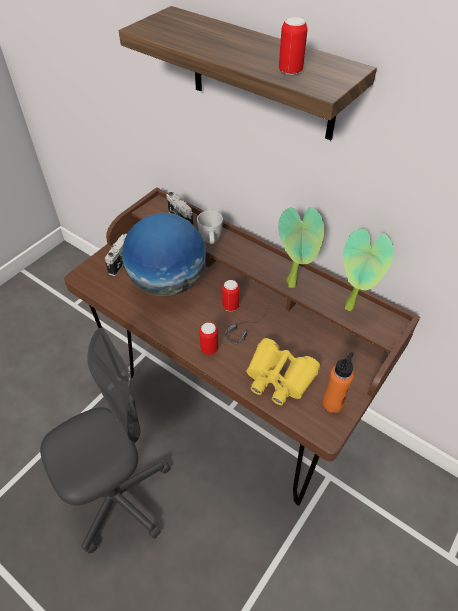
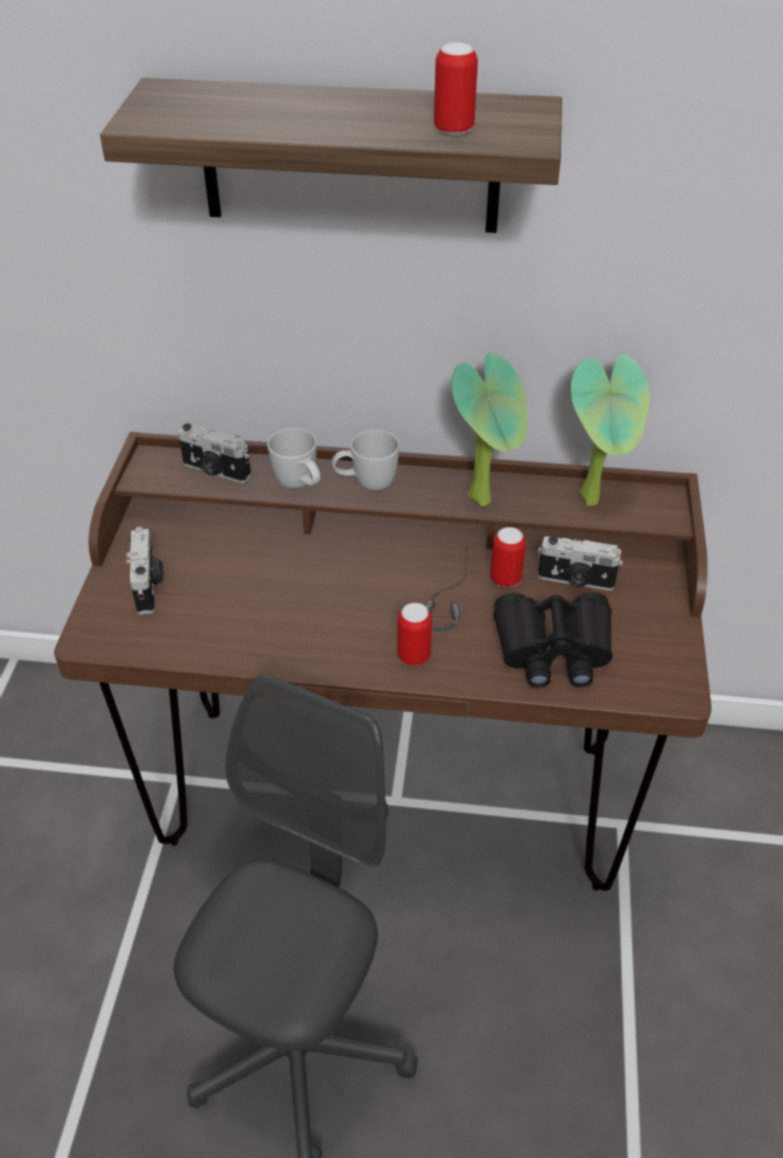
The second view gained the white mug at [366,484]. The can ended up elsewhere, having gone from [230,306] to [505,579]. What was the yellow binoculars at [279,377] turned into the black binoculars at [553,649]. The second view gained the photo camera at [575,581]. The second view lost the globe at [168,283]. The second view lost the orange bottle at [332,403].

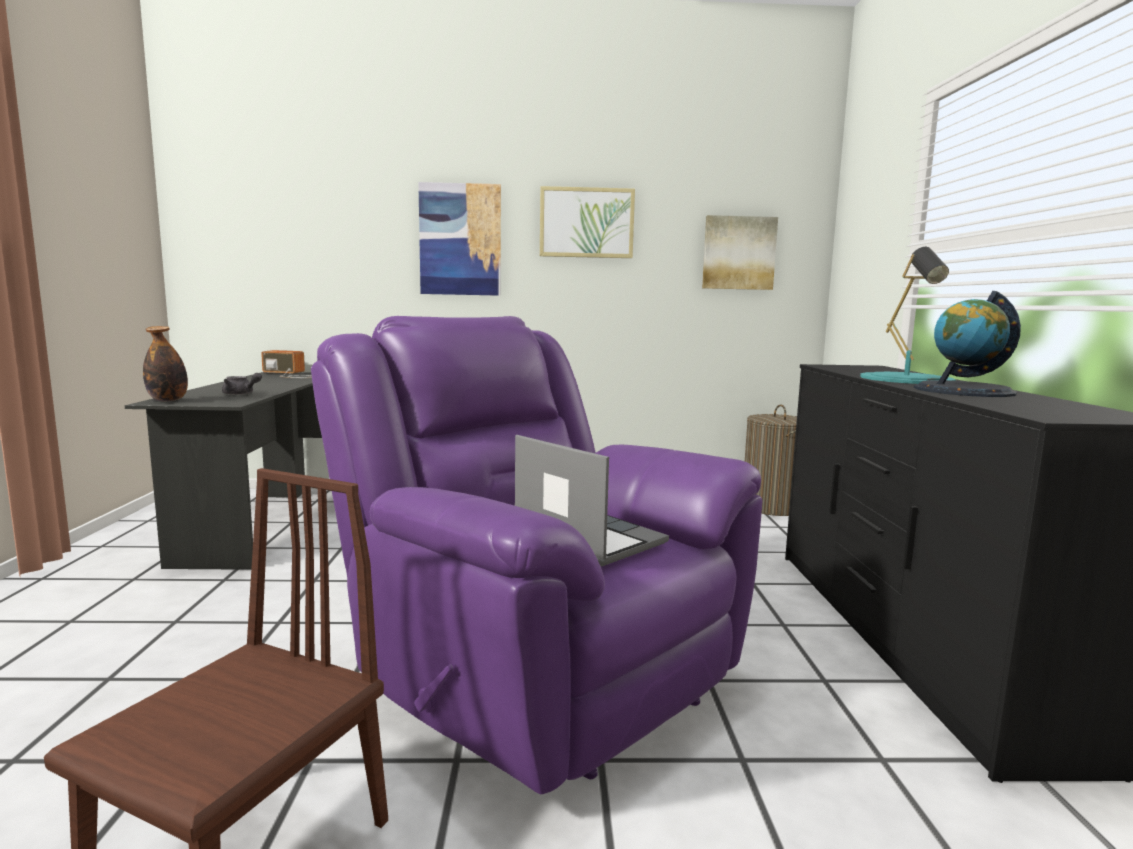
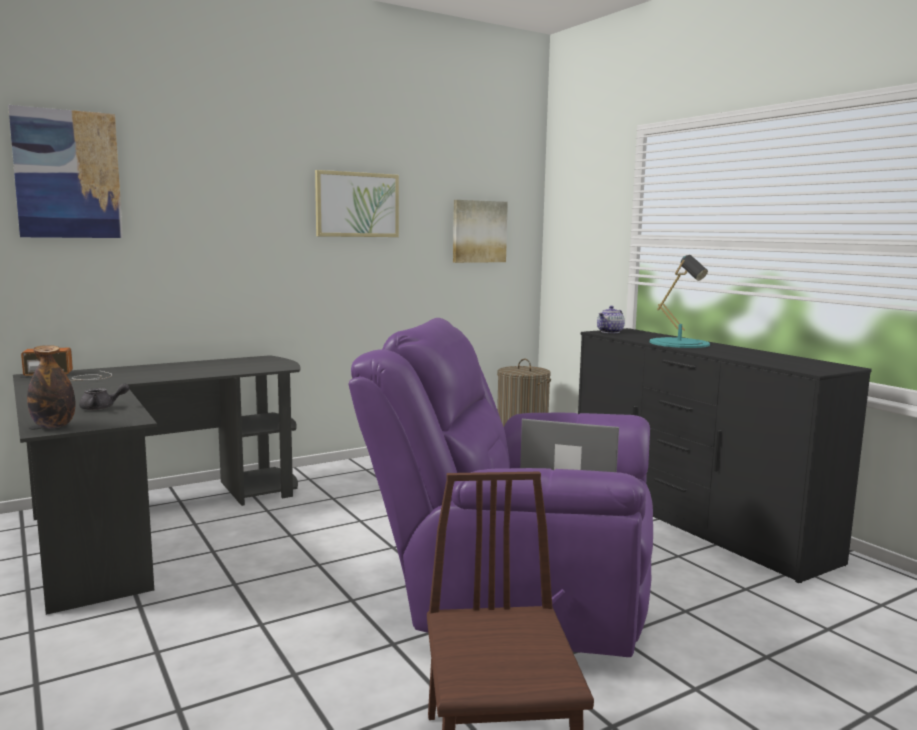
The picture ended up elsewhere, having gone from [460,240] to [67,174]. The second view gained the teapot at [610,332]. The second view lost the globe at [963,390].

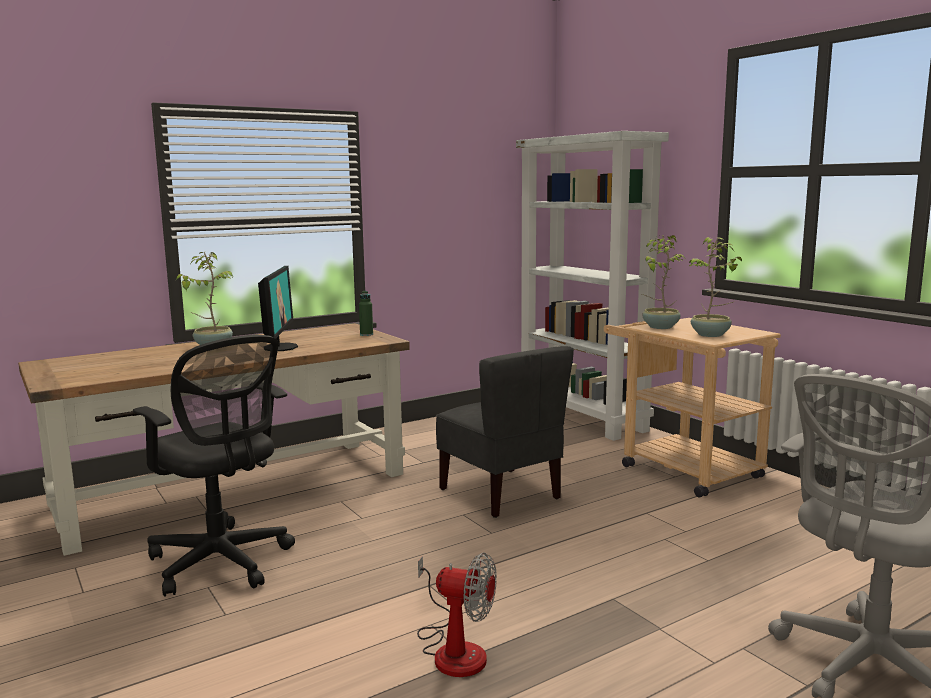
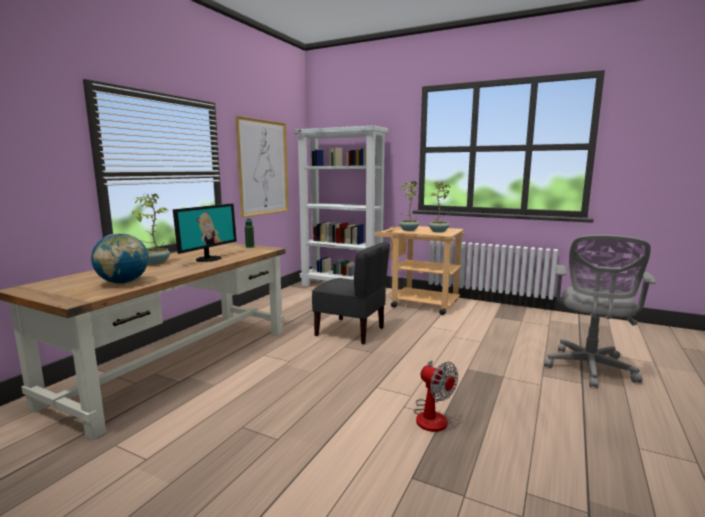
The second view gained the globe at [123,283]. The monitor at [279,347] ended up facing another way, 60 degrees clockwise from before. The second view gained the picture at [263,167]. The fan at [454,649] ended up facing another way, 60 degrees clockwise from before. The second view lost the black office chair at [222,563].

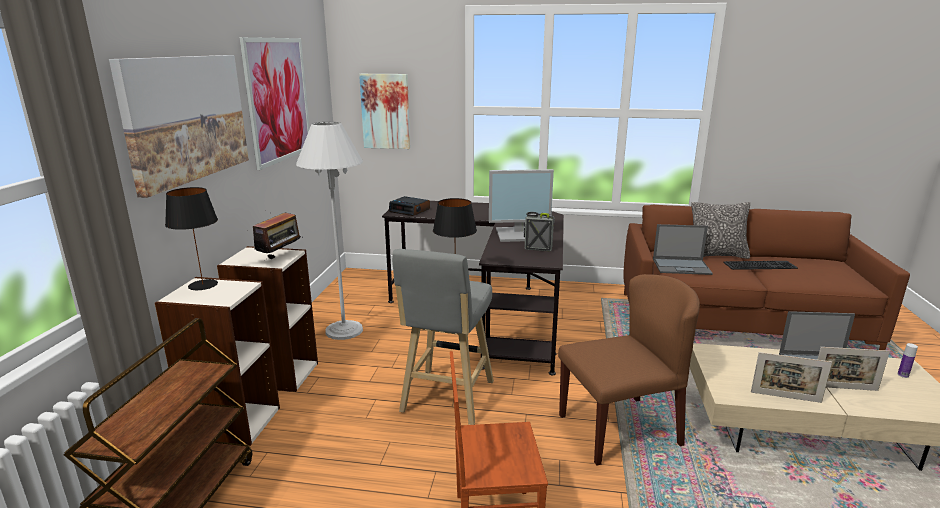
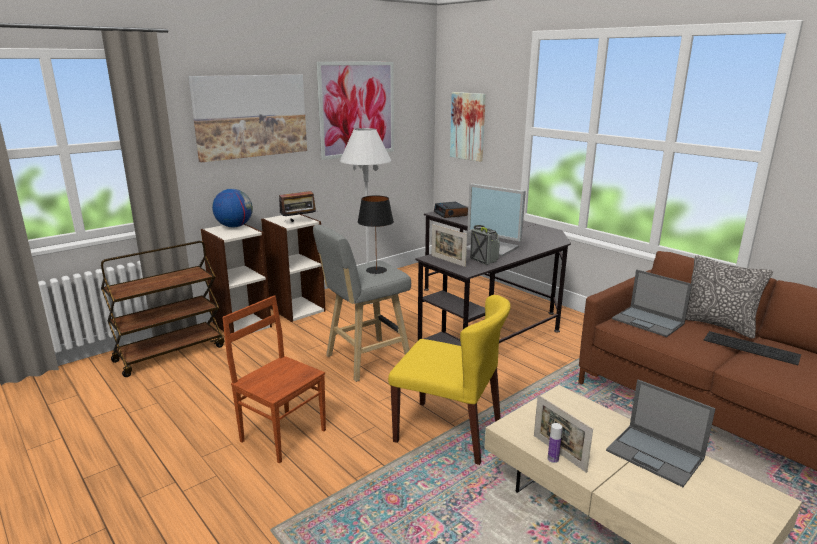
Where the black table lamp stood at [202,285], the globe came to stand at [234,226]. What was the brown chair at [619,429] turned into the yellow chair at [449,431]. The picture frame ended up elsewhere, having gone from [844,388] to [448,261]. The bottle ended up elsewhere, having gone from [903,375] to [553,459].

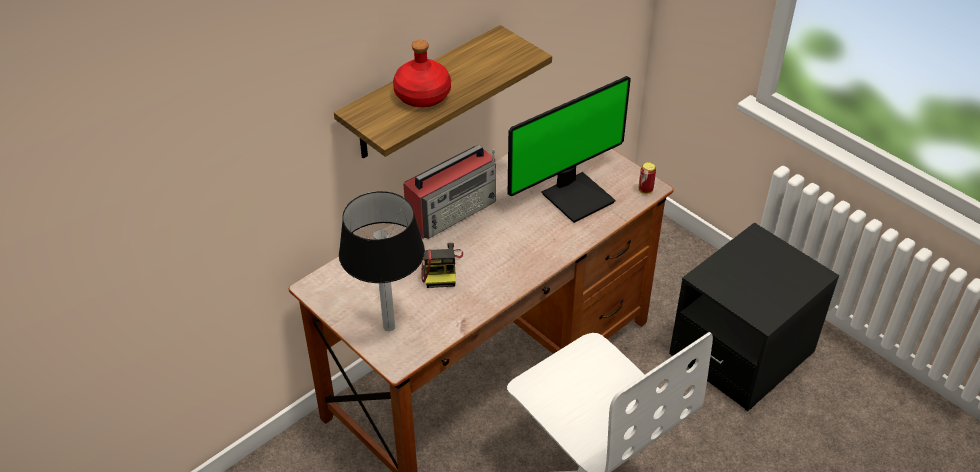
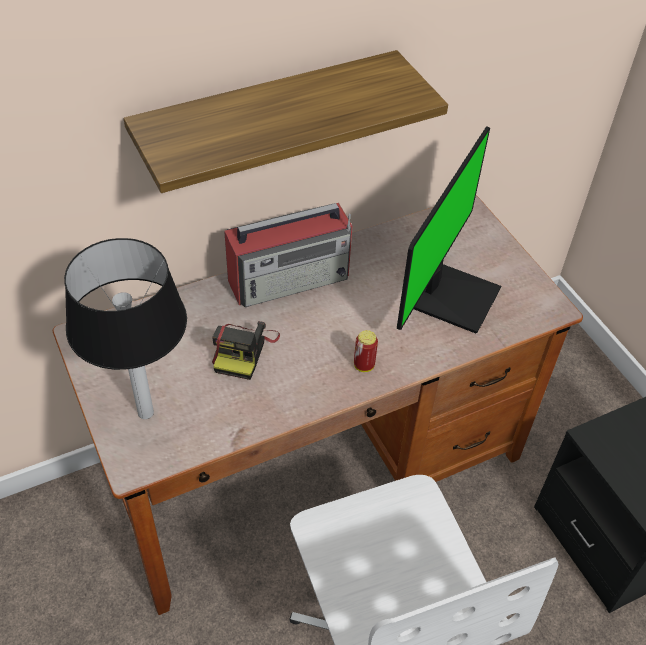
The can ended up elsewhere, having gone from [645,190] to [364,365]. The monitor at [576,196] ended up facing another way, 45 degrees counterclockwise from before. The second view lost the red bottle at [422,95].

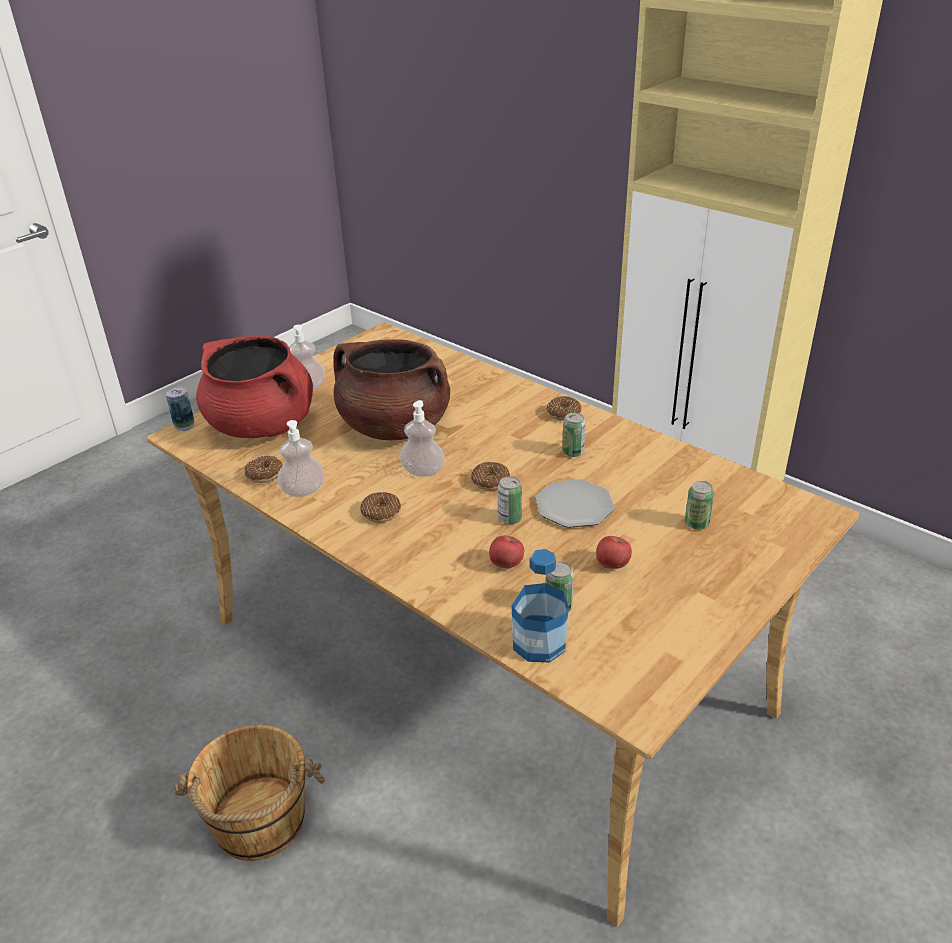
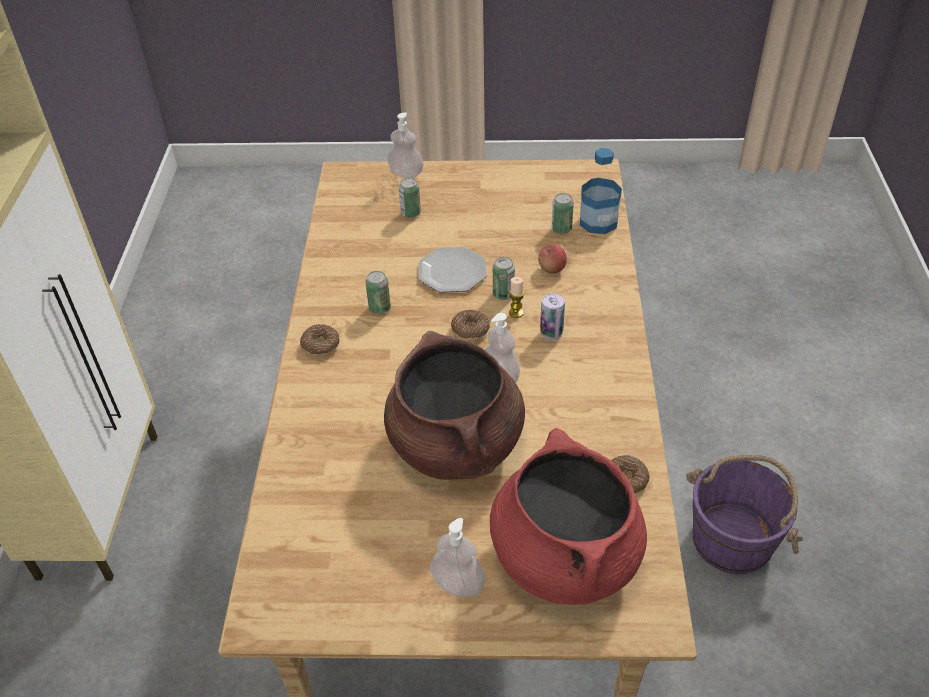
The soap dispenser ended up elsewhere, having gone from [303,490] to [406,173]. The second view gained the candle at [516,312]. The can ended up elsewhere, having gone from [184,426] to [551,333]. What was the brown bucket at [259,822] turned into the purple bucket at [733,539]. The second view lost the donut at [381,512]. The second view lost the apple at [612,565].

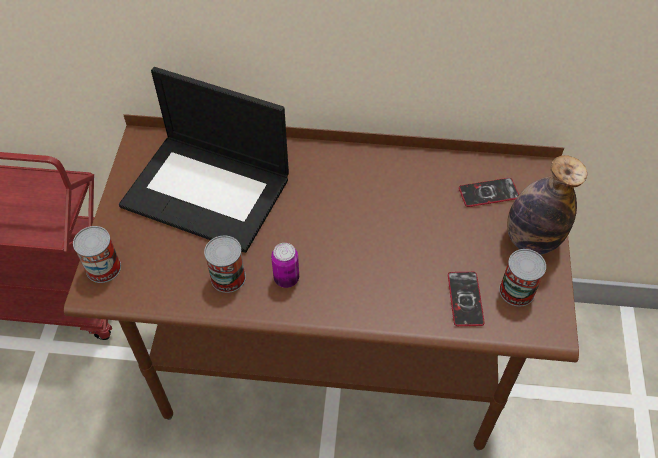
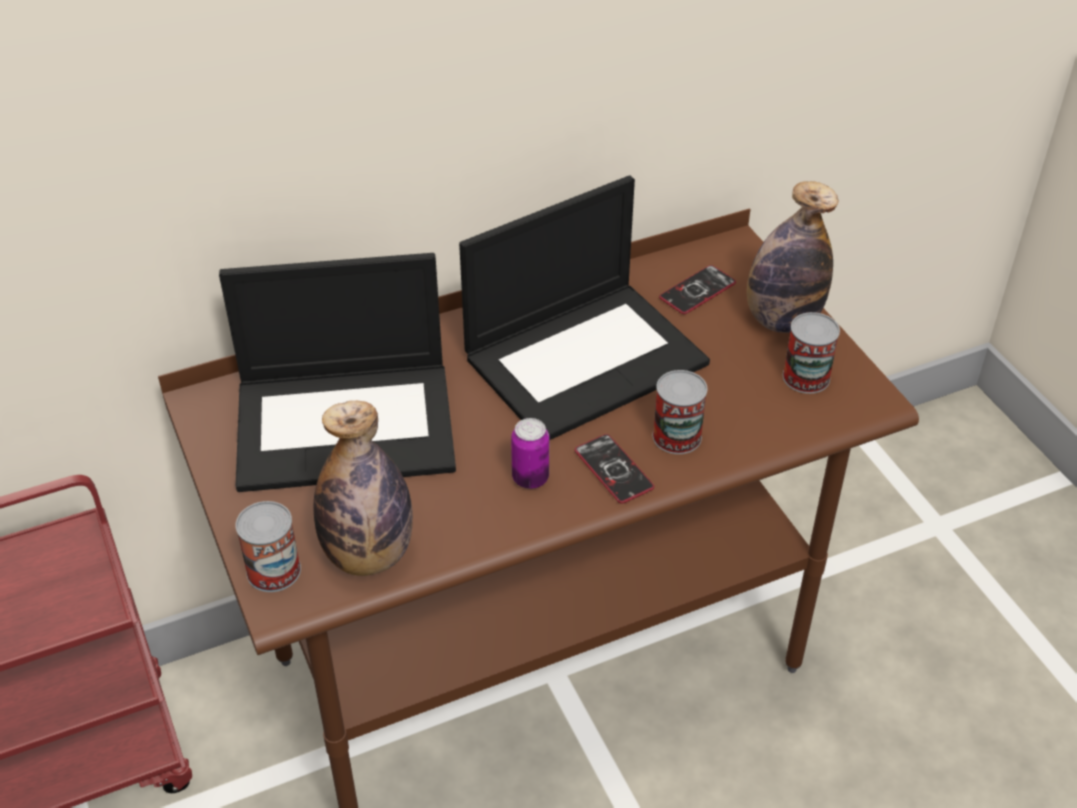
The second view gained the bottle at [368,555]. The second view gained the laptop at [586,358]. The phone ended up elsewhere, having gone from [465,299] to [613,470]. The can ended up elsewhere, having gone from [228,277] to [677,436].

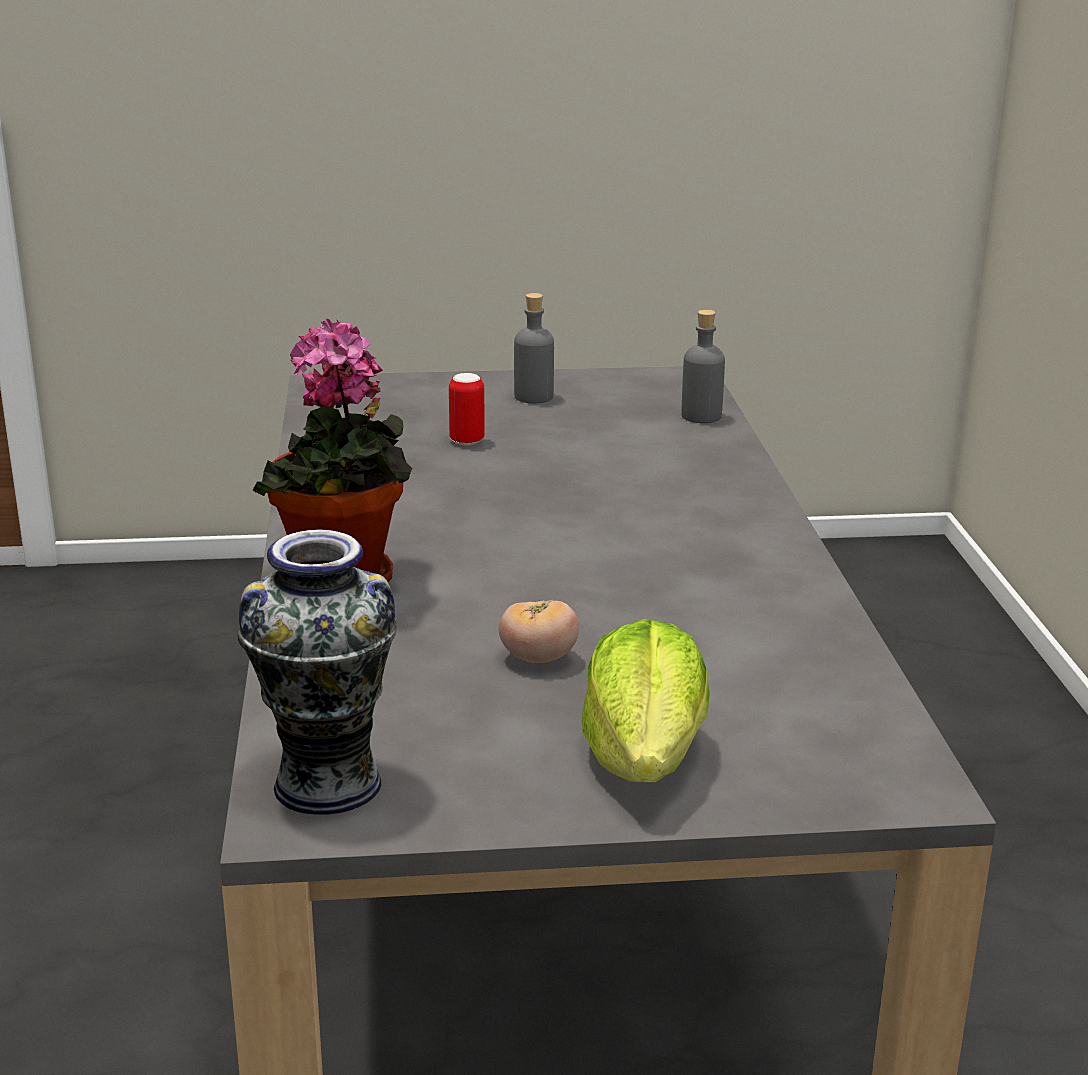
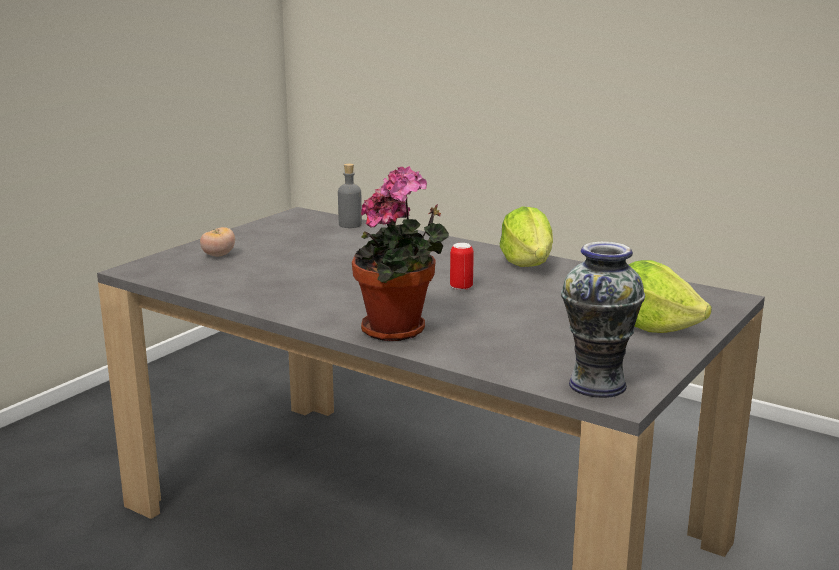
The tomato ended up elsewhere, having gone from [538,658] to [218,255]. The can ended up elsewhere, having gone from [467,441] to [461,288]. The second view gained the lettuce at [527,263]. The second view lost the grey bottle at [533,397].

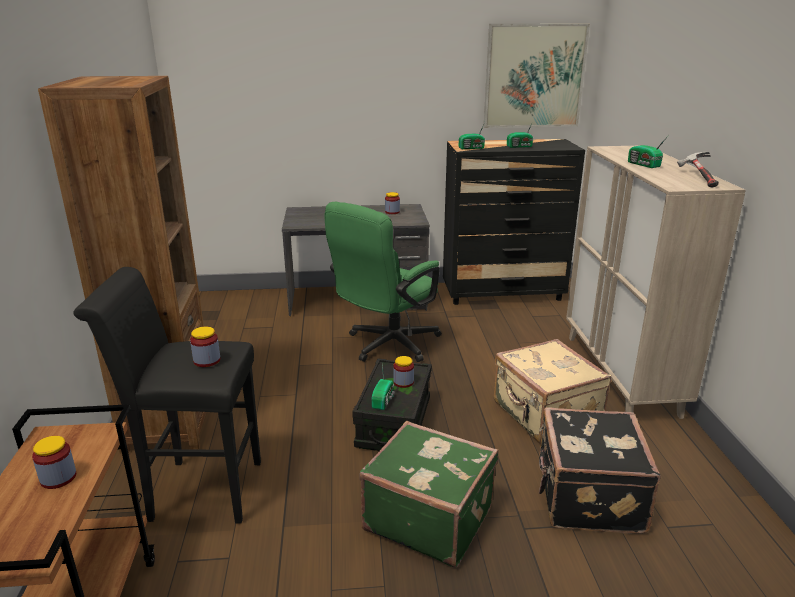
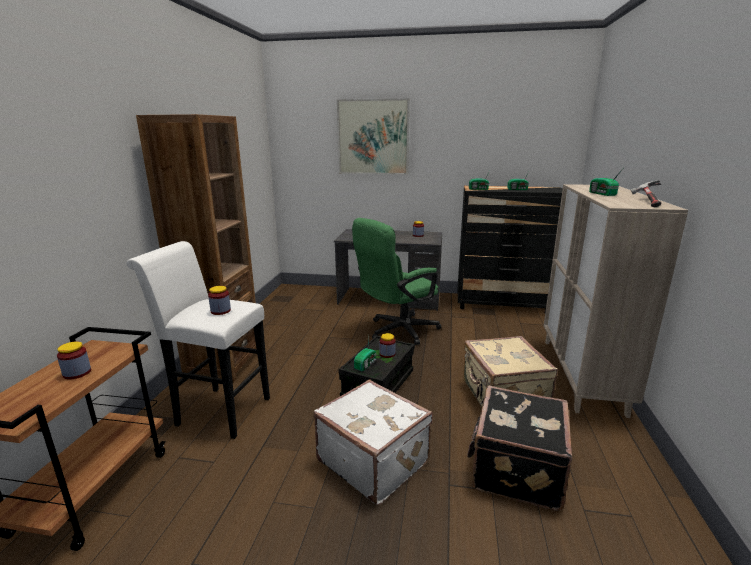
What was the black stool at [197,490] turned into the white stool at [218,410]. What was the green suitcase at [429,517] turned into the white suitcase at [374,460]. The picture ended up elsewhere, having gone from [534,76] to [373,137].

